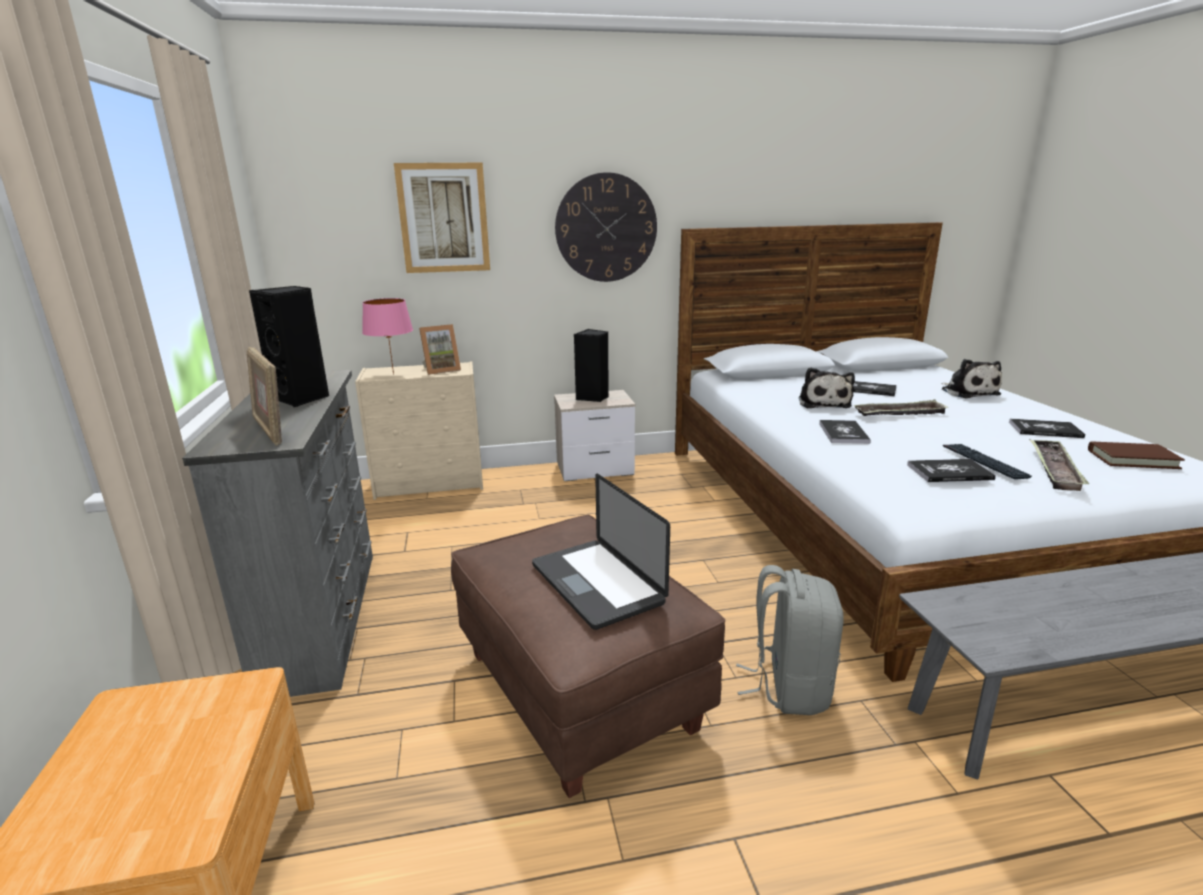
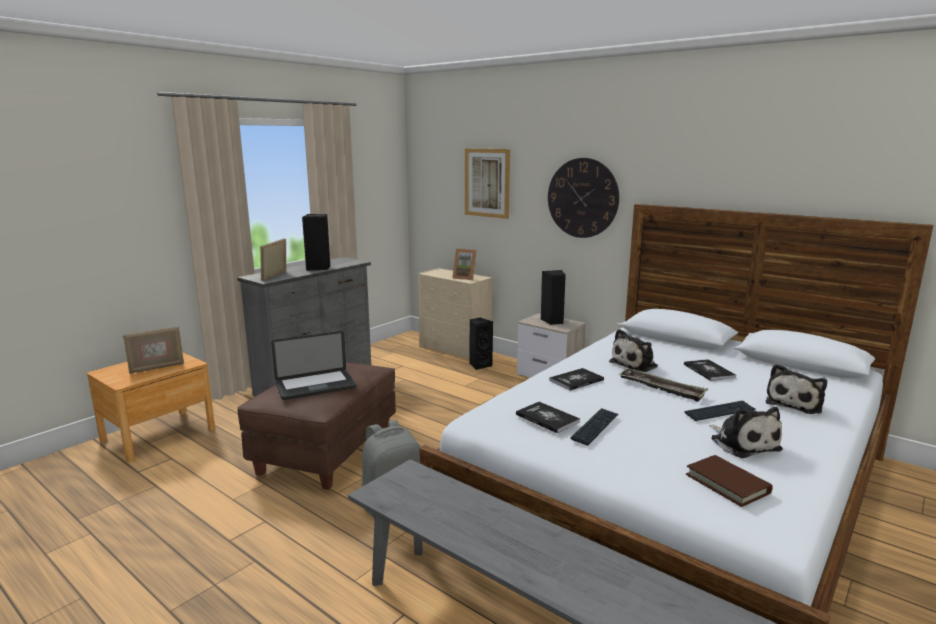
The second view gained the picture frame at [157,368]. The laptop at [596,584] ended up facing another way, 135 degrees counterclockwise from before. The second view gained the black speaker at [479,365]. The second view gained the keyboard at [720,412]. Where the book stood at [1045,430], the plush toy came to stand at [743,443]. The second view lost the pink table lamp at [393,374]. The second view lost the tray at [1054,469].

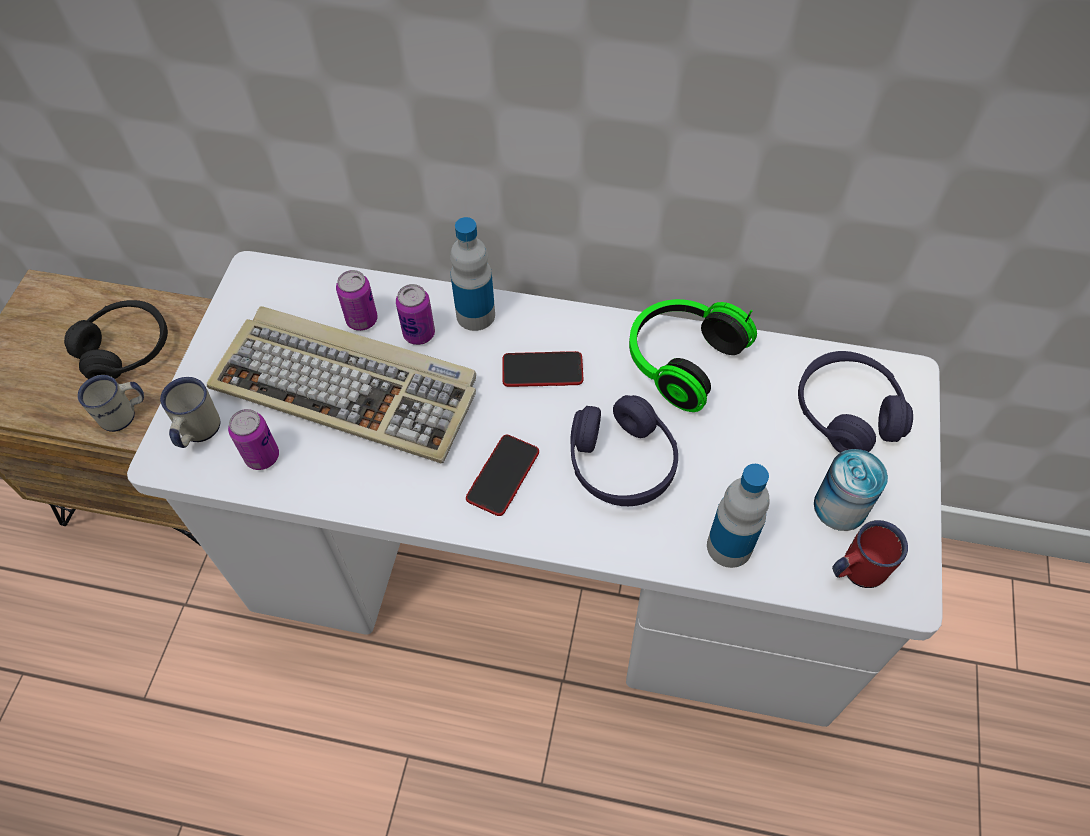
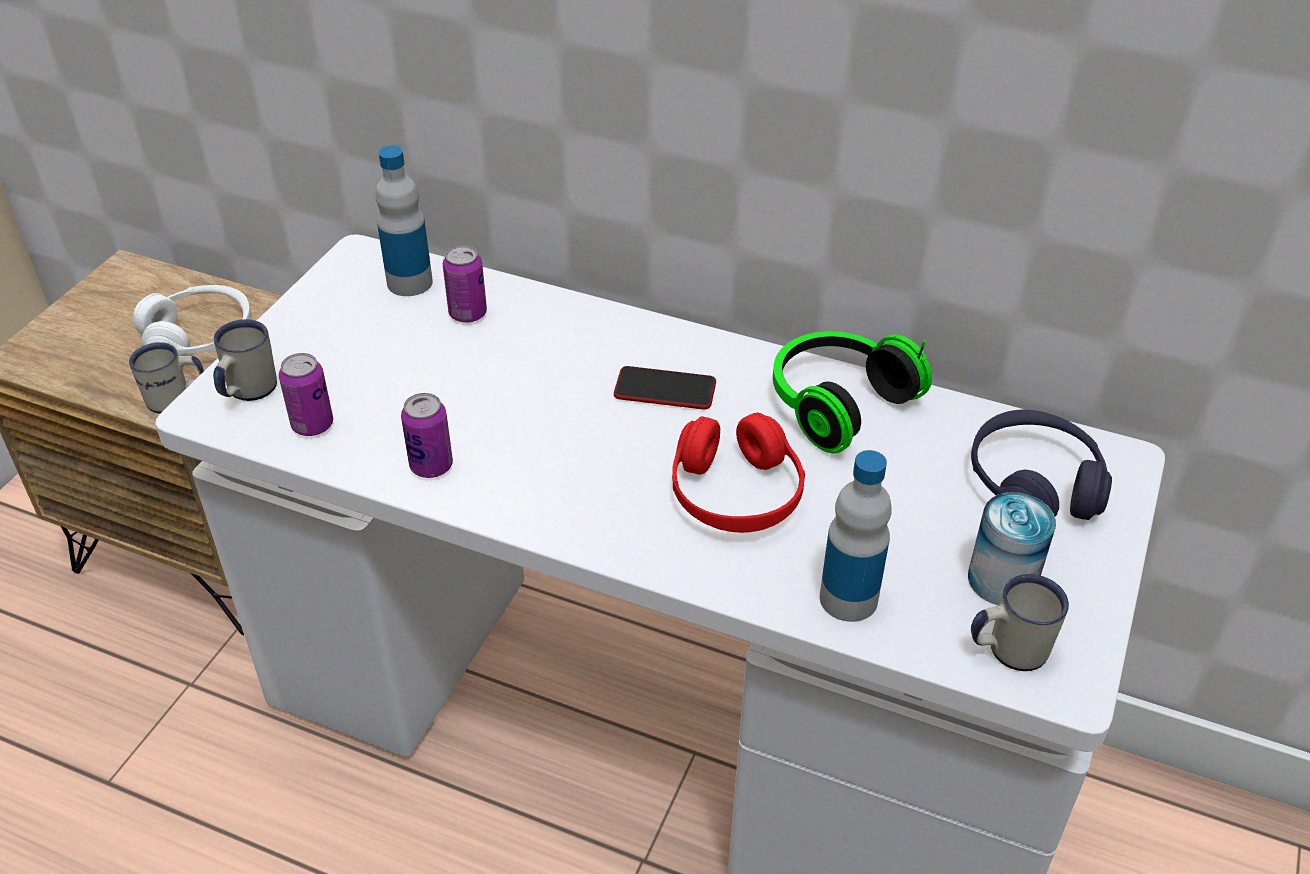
What was the black headphones at [125,349] turned into the white headphones at [199,337]. The bottle ended up elsewhere, having gone from [475,315] to [409,282]. The can ended up elsewhere, having gone from [419,334] to [431,466]. What was the purple headphones at [621,463] turned into the red headphones at [735,493]. What was the red mug at [856,570] turned into the white mug at [1007,650]. The second view lost the keyboard at [349,387]. The second view lost the phone at [503,475].

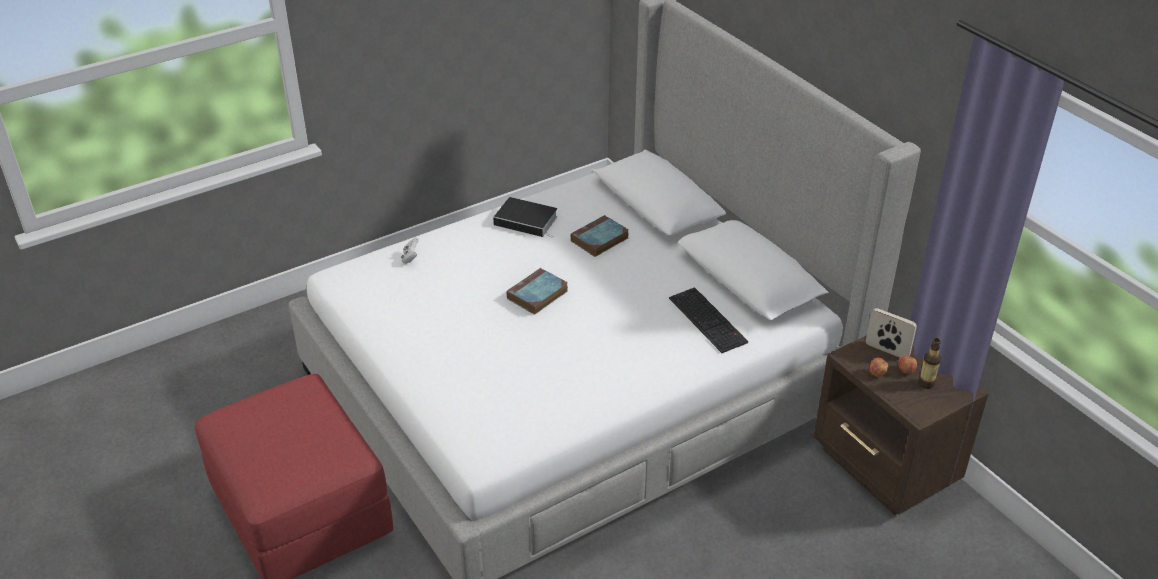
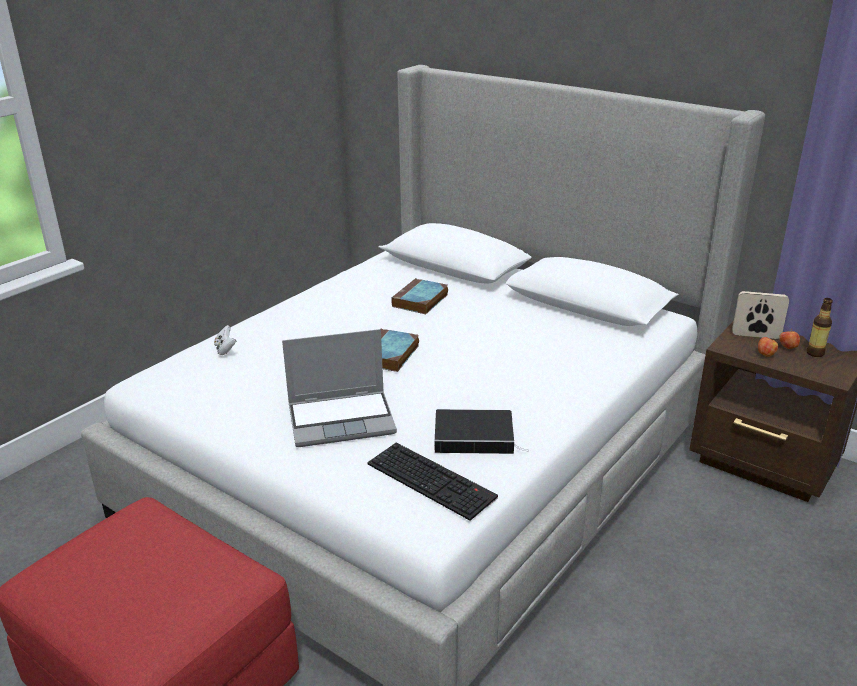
The second view gained the laptop at [342,419]. The keyboard ended up elsewhere, having gone from [709,320] to [433,480]. The book ended up elsewhere, having gone from [527,221] to [476,436].

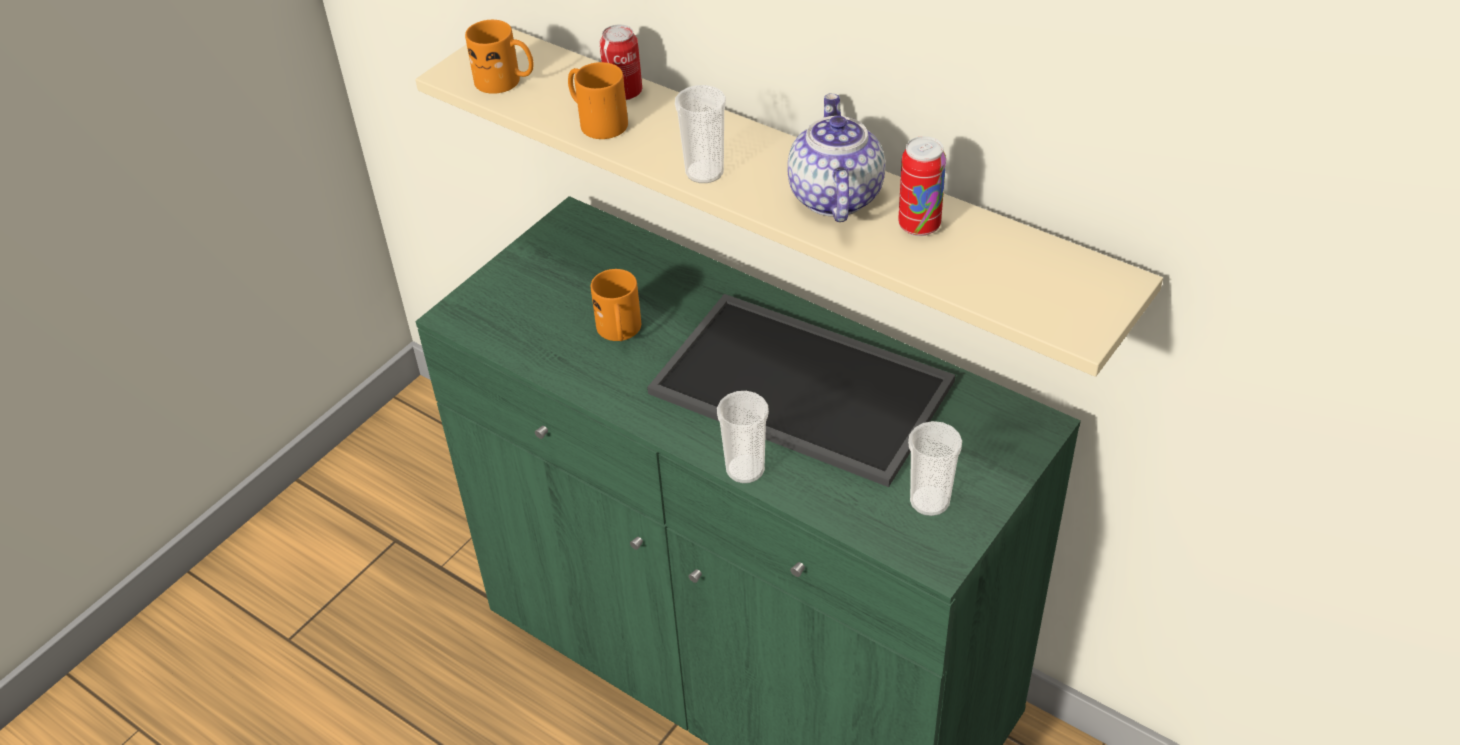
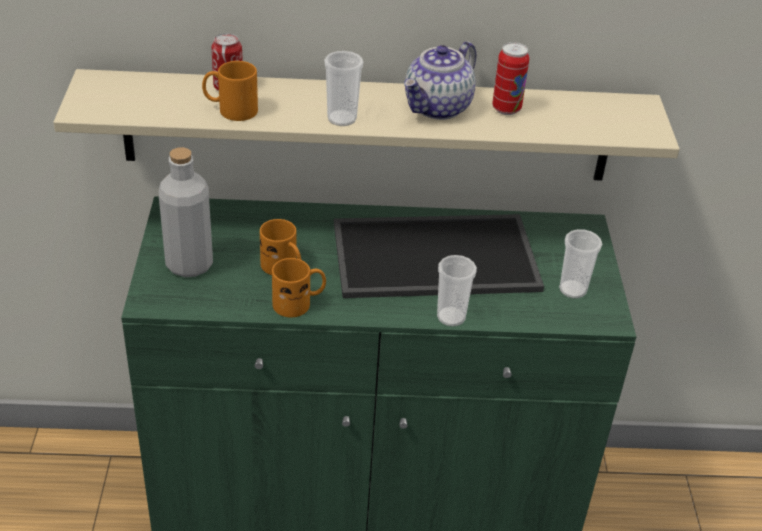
The second view gained the grey bottle at [189,264]. The orange mug ended up elsewhere, having gone from [506,82] to [299,303]. The teapot at [833,196] ended up facing another way, 105 degrees counterclockwise from before.

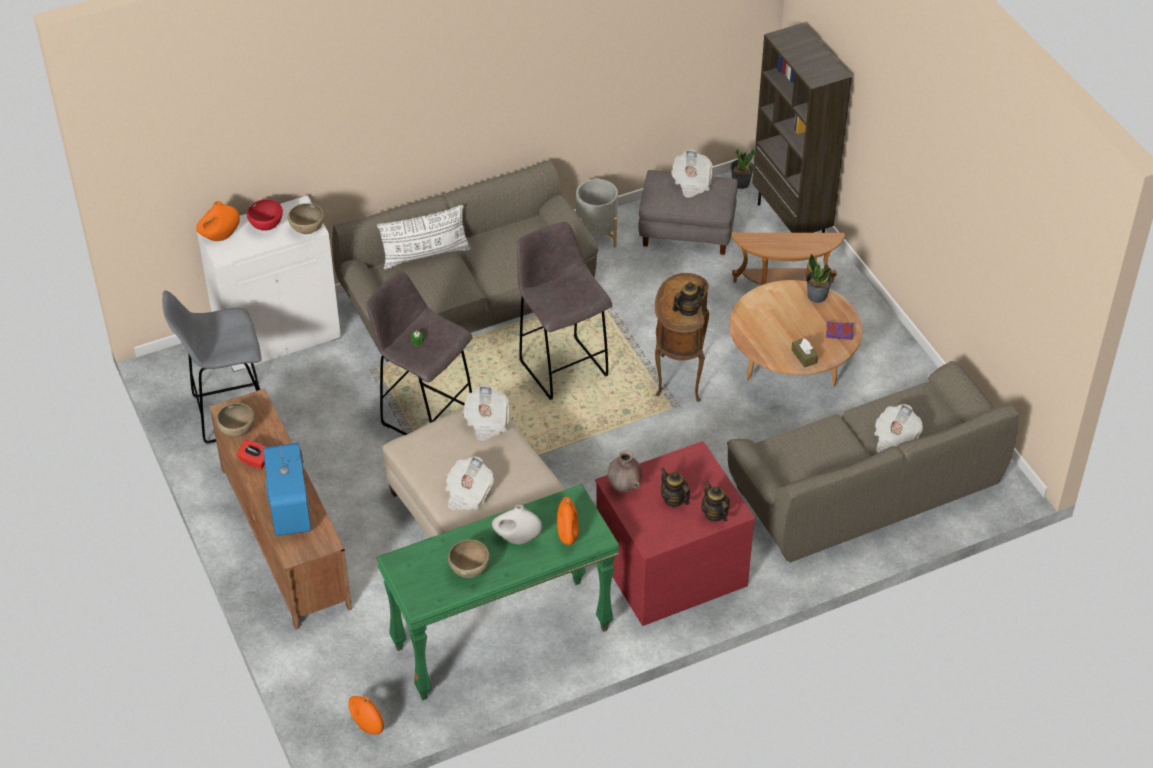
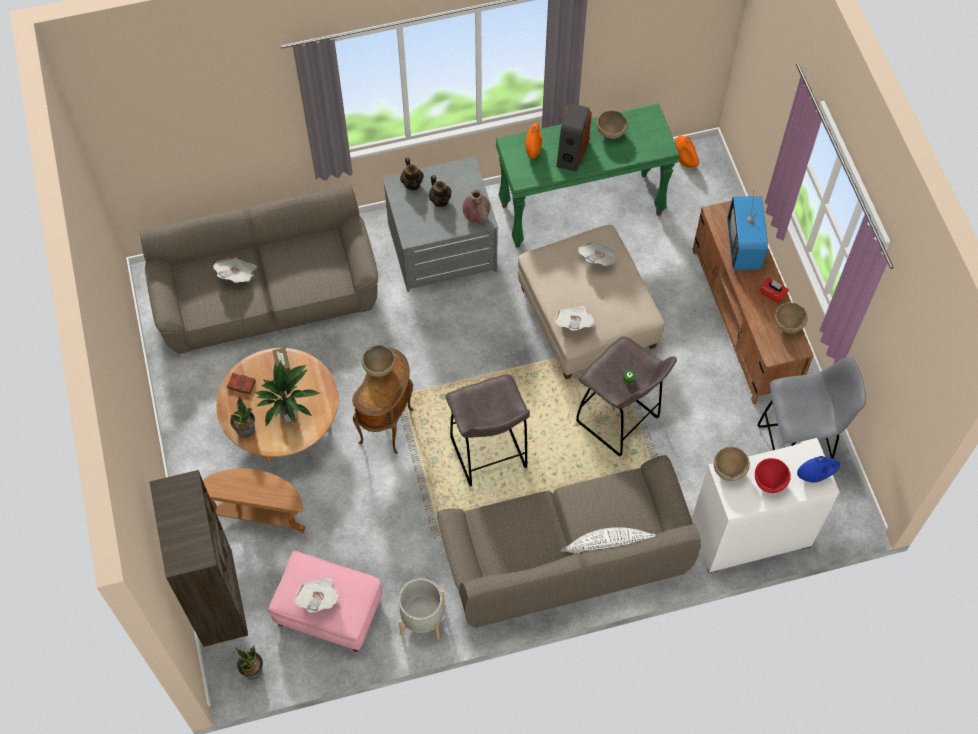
What was the purple book at [839,333] turned into the brown book at [241,384]. The second view gained the potted plant at [289,415]. What was the grey ottoman at [687,229] turned into the pink ottoman at [328,610]. Where the teapot stood at [688,310], the brown bowl came to stand at [379,368]. What was the red dresser at [670,565] turned into the grey dresser at [442,249]. Where the white vase stood at [517,539], the speaker came to stand at [571,152]. What was the orange vase at [220,237] turned into the blue vase at [815,476].

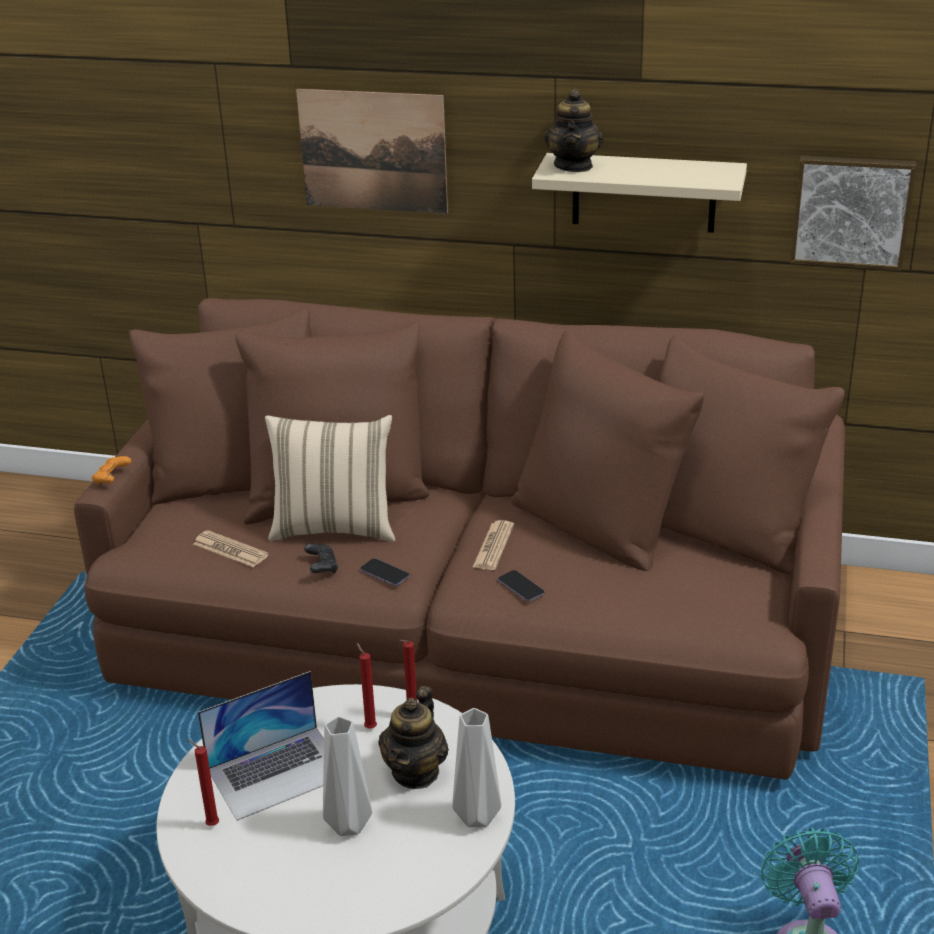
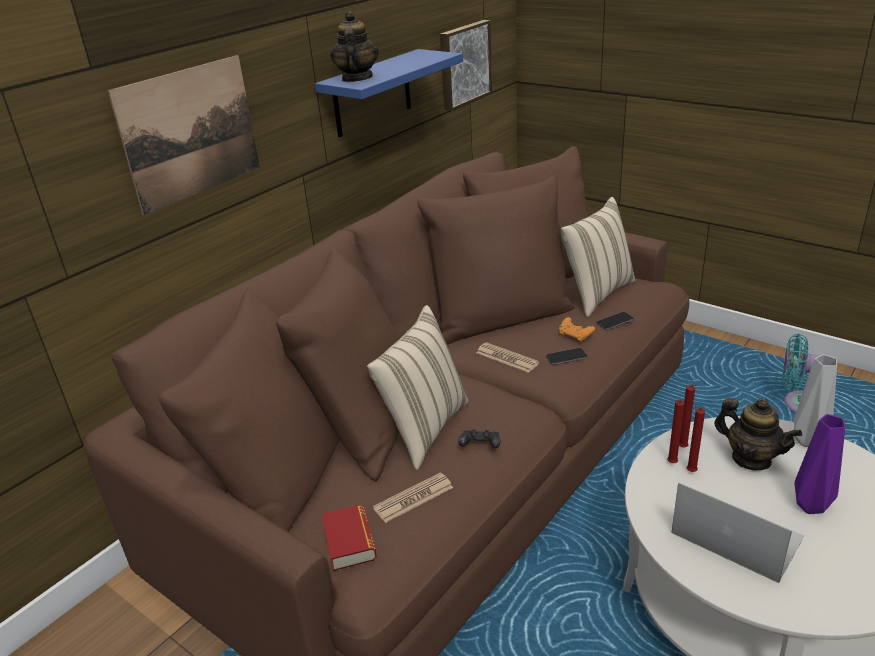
What was the beige shelf at [643,192] turned into the blue shelf at [372,93]. The second view gained the book at [349,542]. The teapot at [574,166] ended up facing another way, 120 degrees counterclockwise from before. The orange game controller ended up elsewhere, having gone from [112,479] to [575,336]. The second view gained the beige pillow at [596,294]. The phone ended up elsewhere, having gone from [384,574] to [615,322]. The red candle ended up elsewhere, having gone from [210,824] to [671,464]. The laptop at [278,772] ended up facing another way, 45 degrees counterclockwise from before. What was the grey vase at [347,824] turned into the purple vase at [809,506].

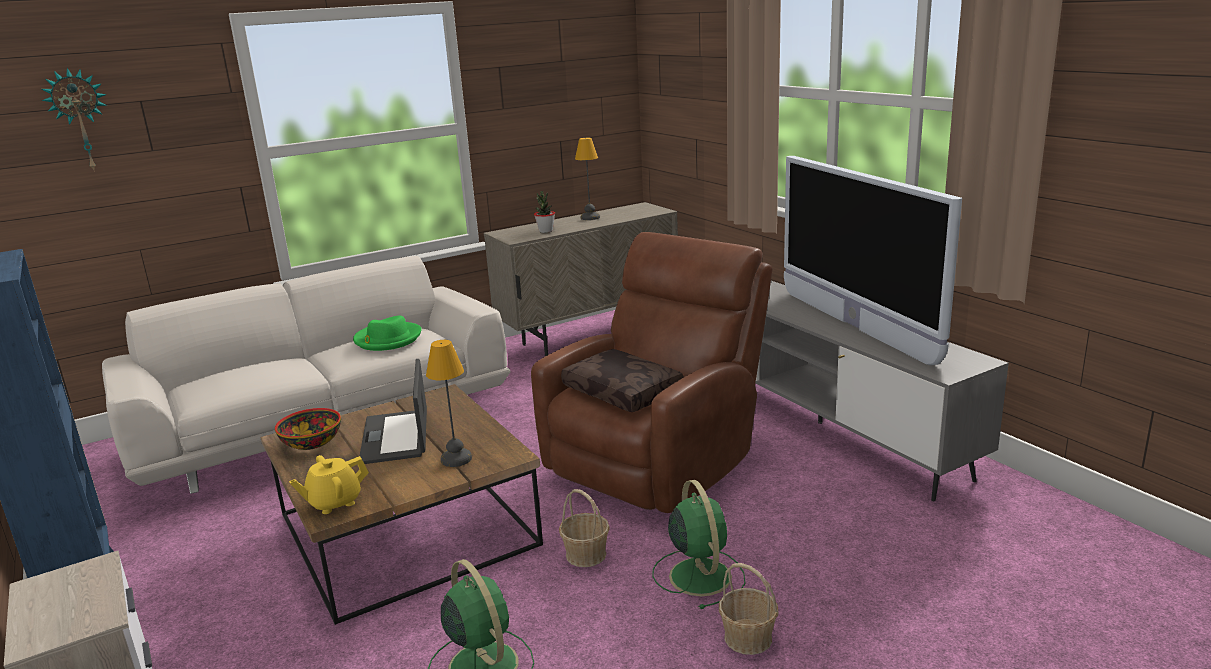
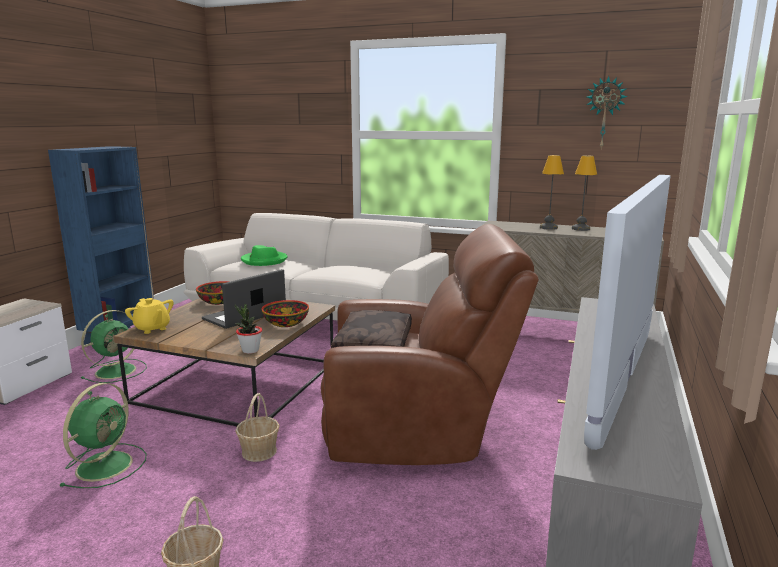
The green fan ended up elsewhere, having gone from [699,575] to [117,370]. The yellow teapot at [334,502] ended up facing another way, 150 degrees counterclockwise from before. The potted plant ended up elsewhere, having gone from [546,231] to [250,350]. The green hat ended up elsewhere, having gone from [387,339] to [264,260]. The second view gained the bowl at [286,323]. The table lamp ended up elsewhere, having gone from [455,459] to [548,227]. The wall clock ended up elsewhere, having gone from [80,120] to [604,113].

